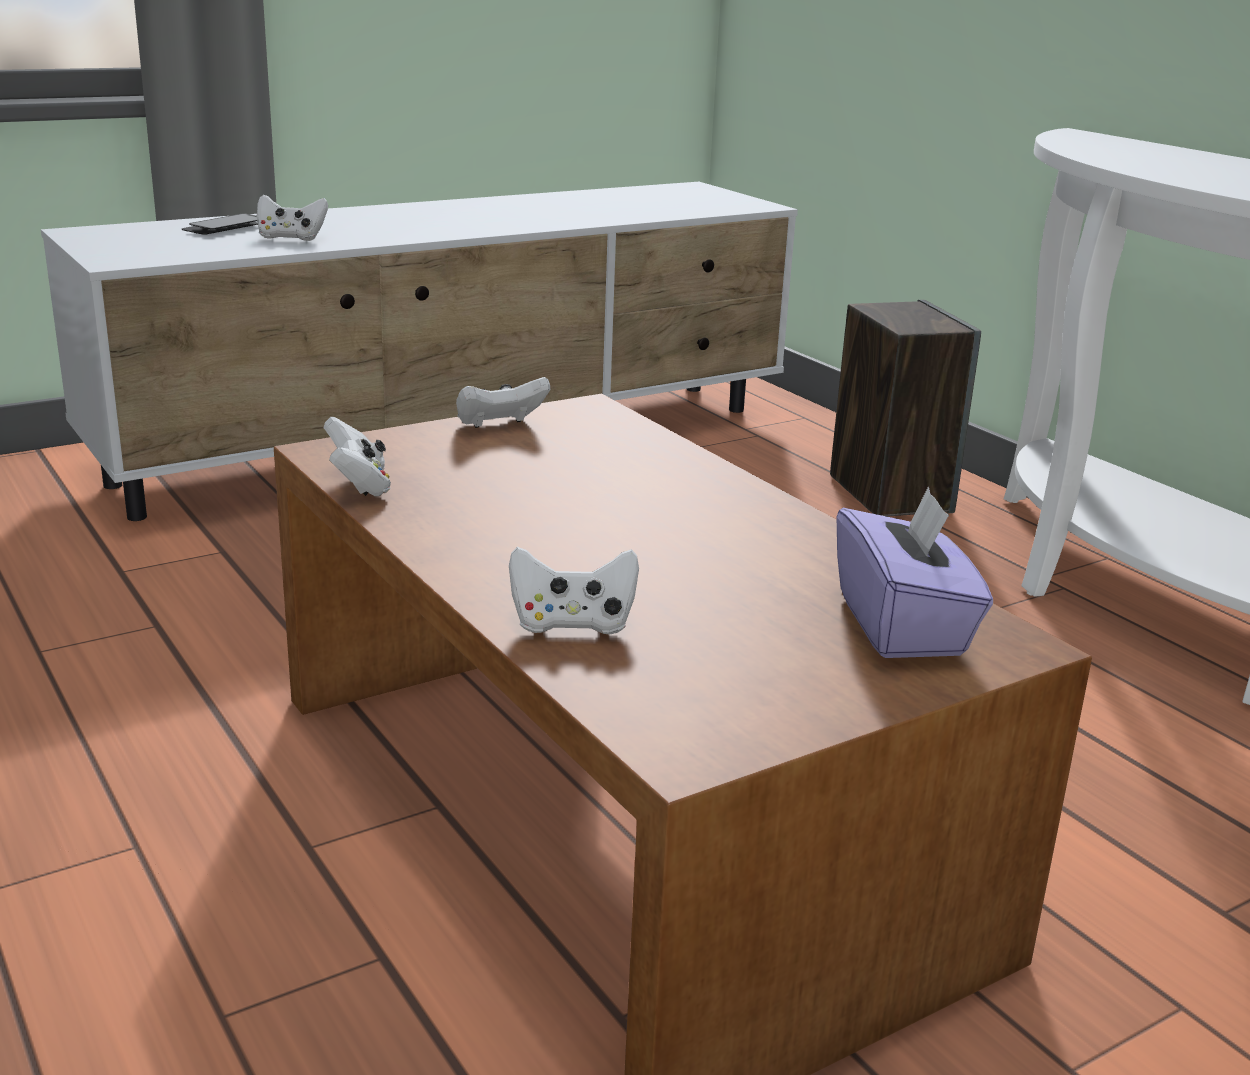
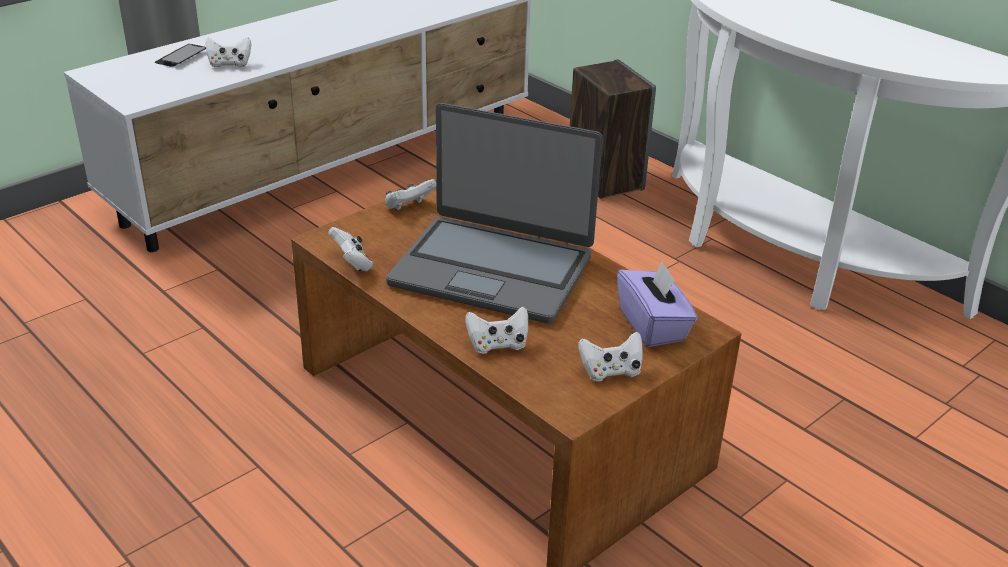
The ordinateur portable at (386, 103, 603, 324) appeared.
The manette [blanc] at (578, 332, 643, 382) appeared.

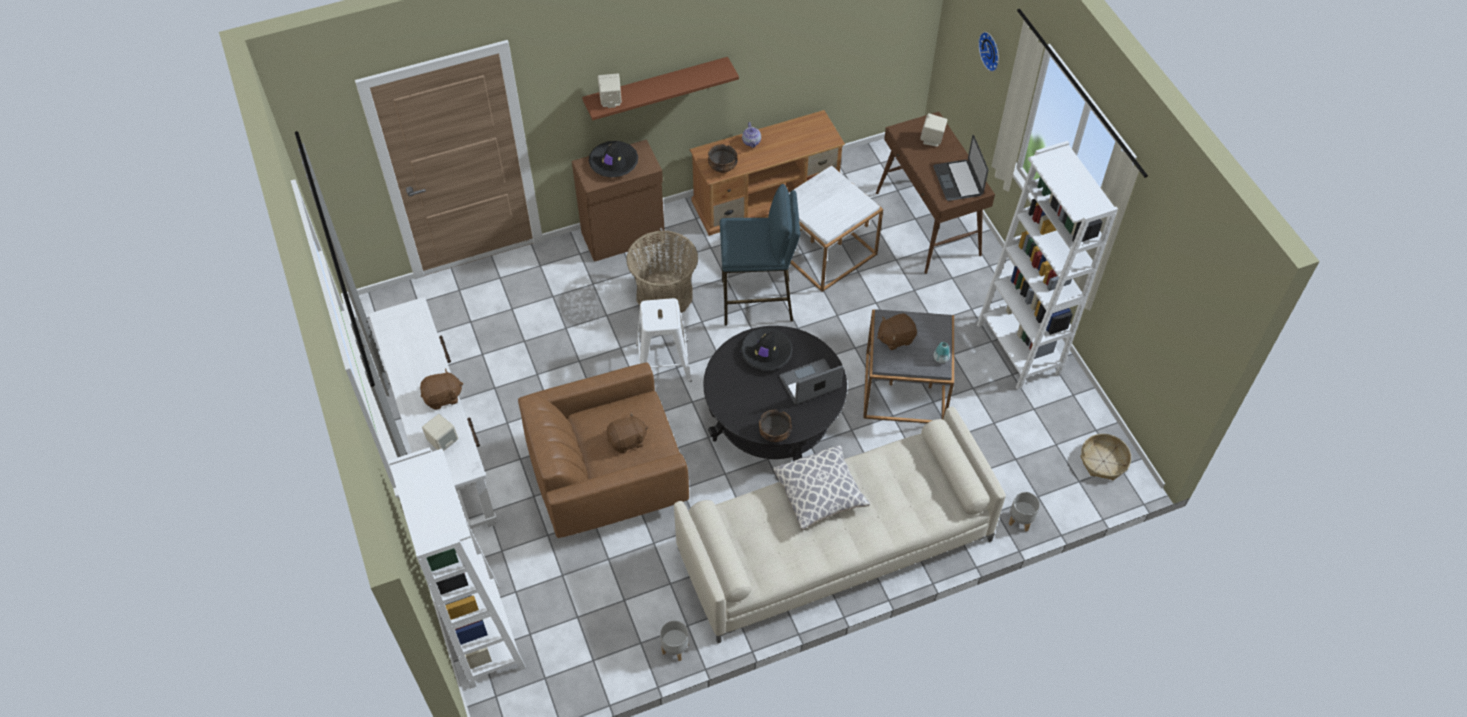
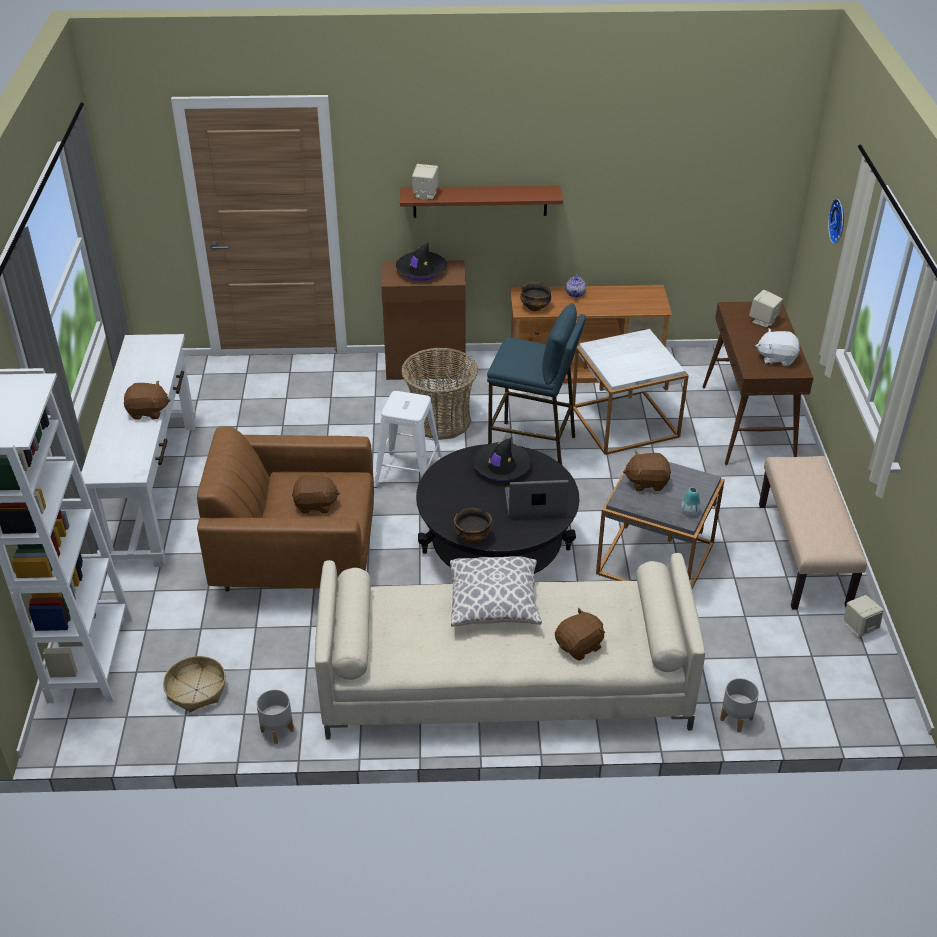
The panier moved from (1081, 434, 1131, 480) to (163, 656, 226, 712).
The peluche [marron] at (555, 608, 605, 661) appeared.
The ordinateur portable at (933, 135, 988, 201) was replaced by the peluche [blanc] at (756, 329, 800, 366).
The bibliothèque [blanc] at (977, 141, 1118, 389) was replaced by the banc [beige] at (759, 456, 867, 610).
The enceinte [beige] moved from (422, 414, 458, 451) to (844, 595, 884, 638).

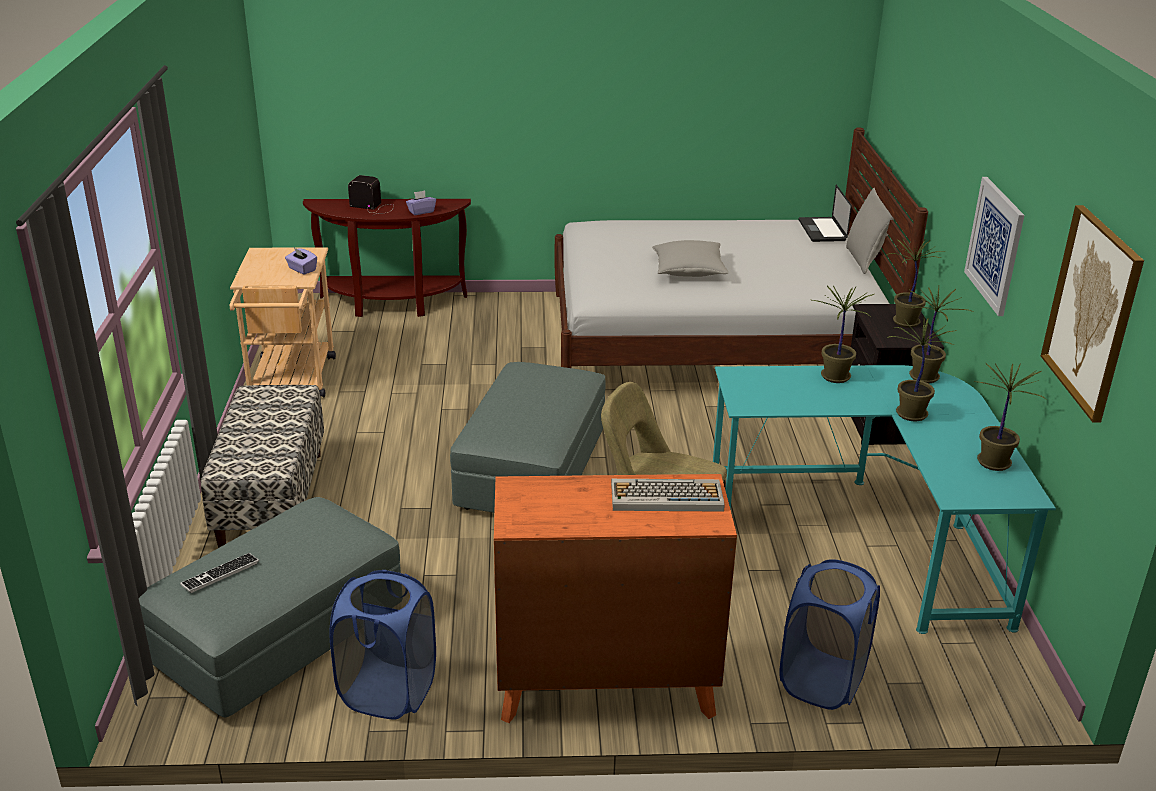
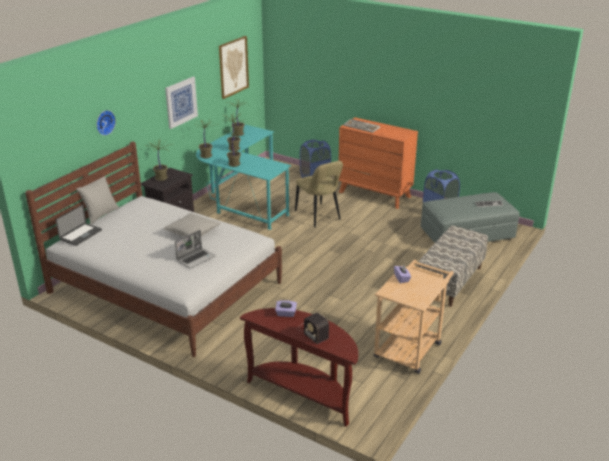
The horloge murale at (97, 110, 116, 135) appeared.
The ordinateur portable at (175, 230, 216, 268) appeared.
The pouf [gris] at (450, 362, 606, 513) disappeared.

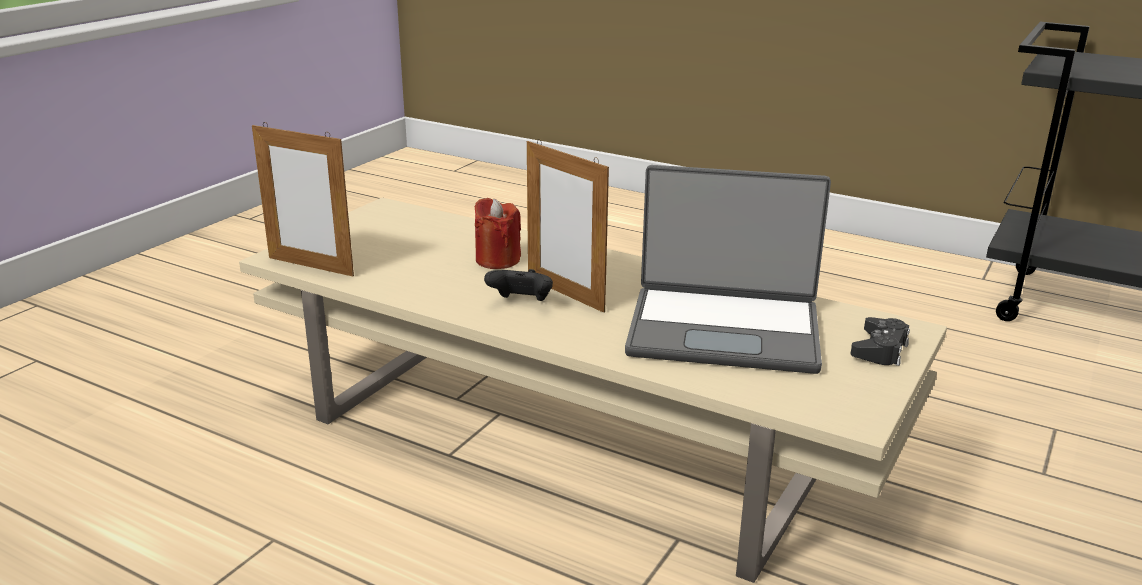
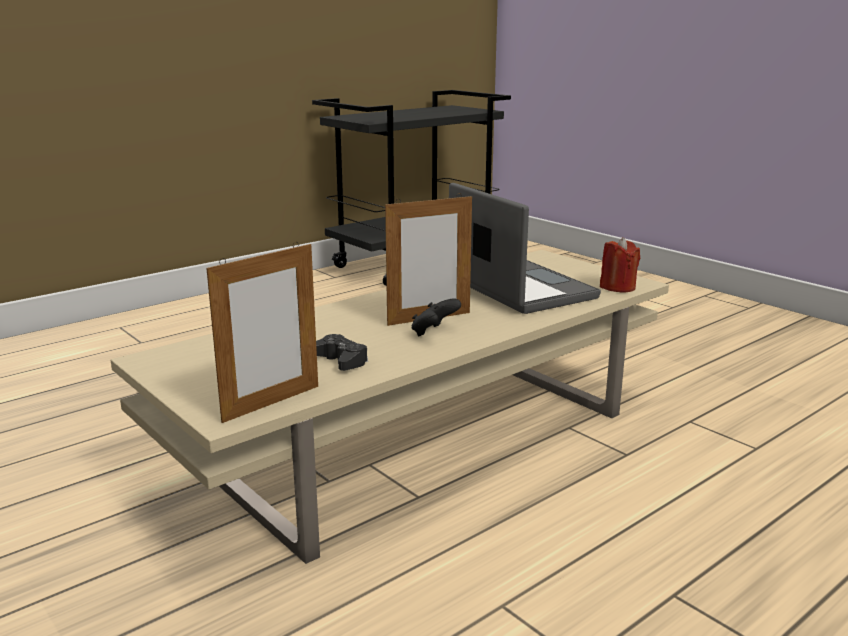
The manette [noir] moved from (850, 317, 910, 366) to (316, 334, 368, 371).
The ordinateur portable at (625, 165, 831, 374) turned 60 degrees counterclockwise.
The bougie [rouge] moved from (475, 198, 521, 269) to (600, 237, 640, 292).

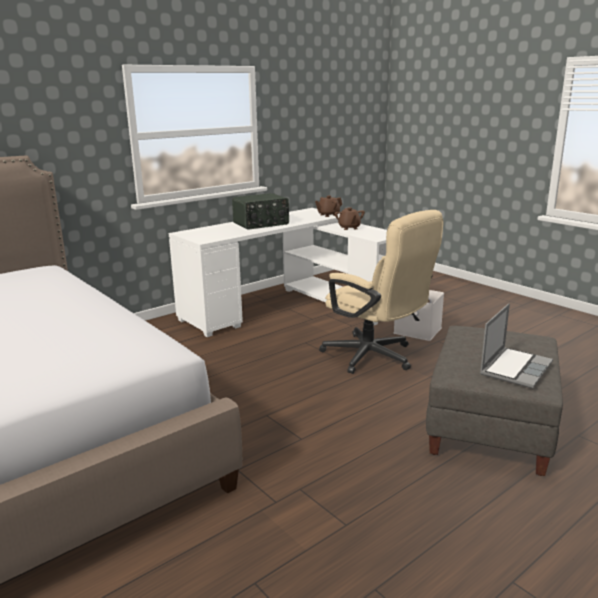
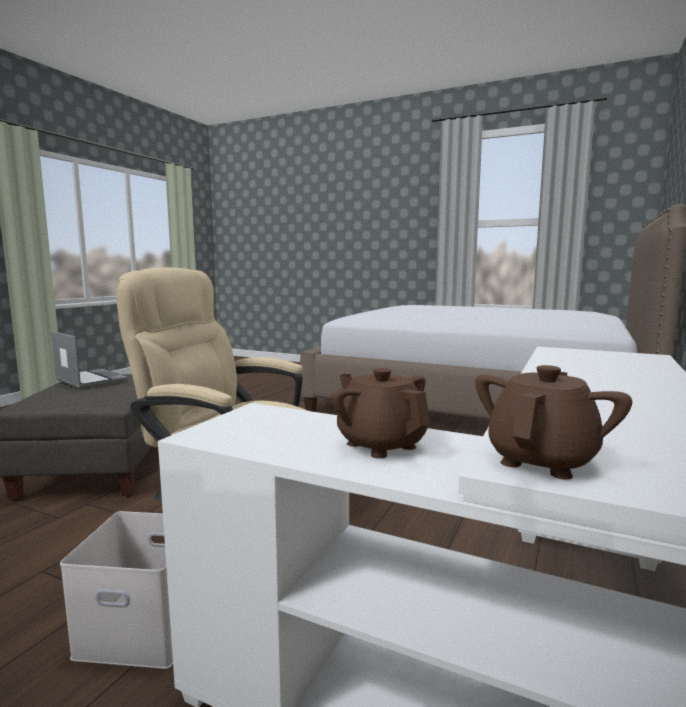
The ordinateur portable at (480, 303, 553, 388) turned 120 degrees clockwise.
The radio at (232, 193, 289, 230) disappeared.

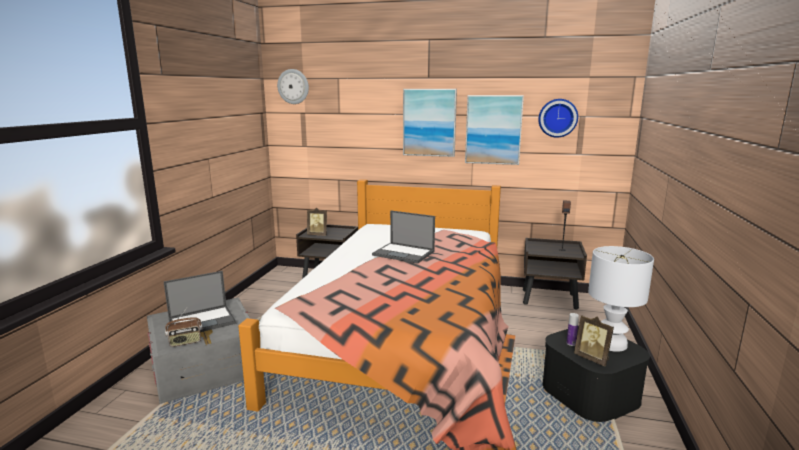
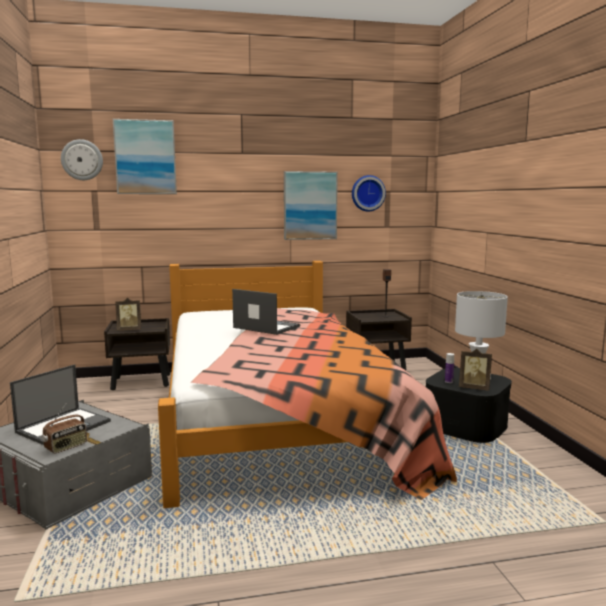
The tableau moved from (403, 89, 457, 157) to (113, 119, 177, 194).
The ordinateur portable at (372, 210, 435, 264) turned 150 degrees counterclockwise.

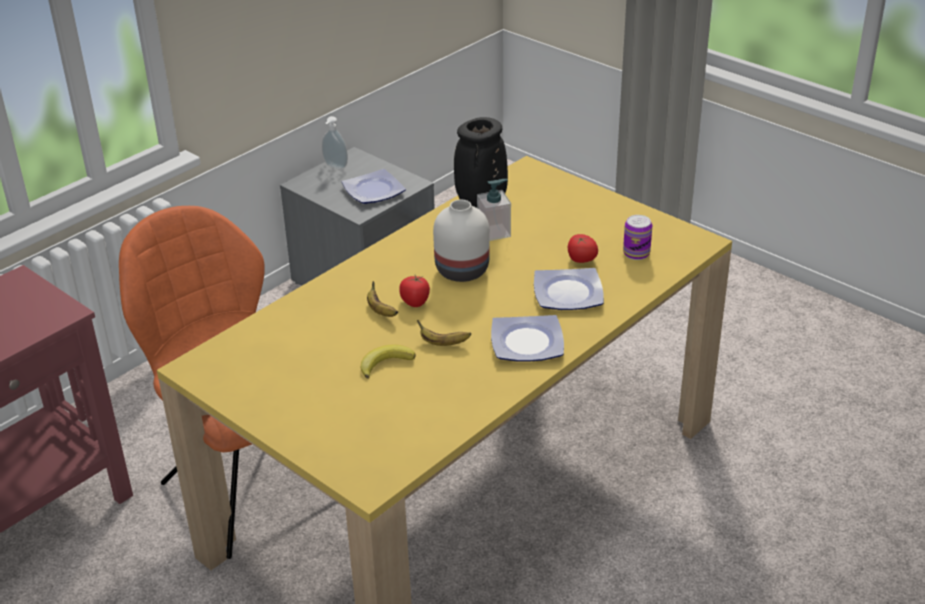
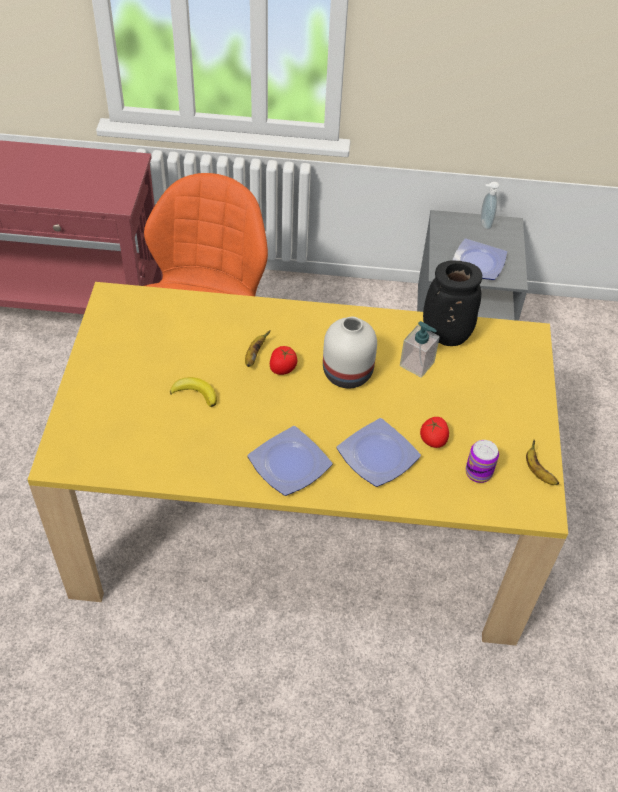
The banane moved from (417, 320, 471, 346) to (526, 439, 559, 485).

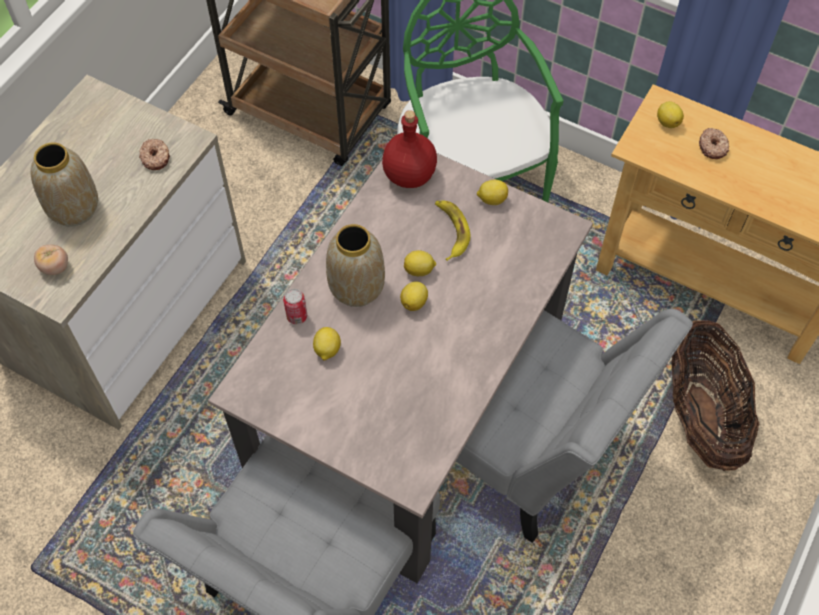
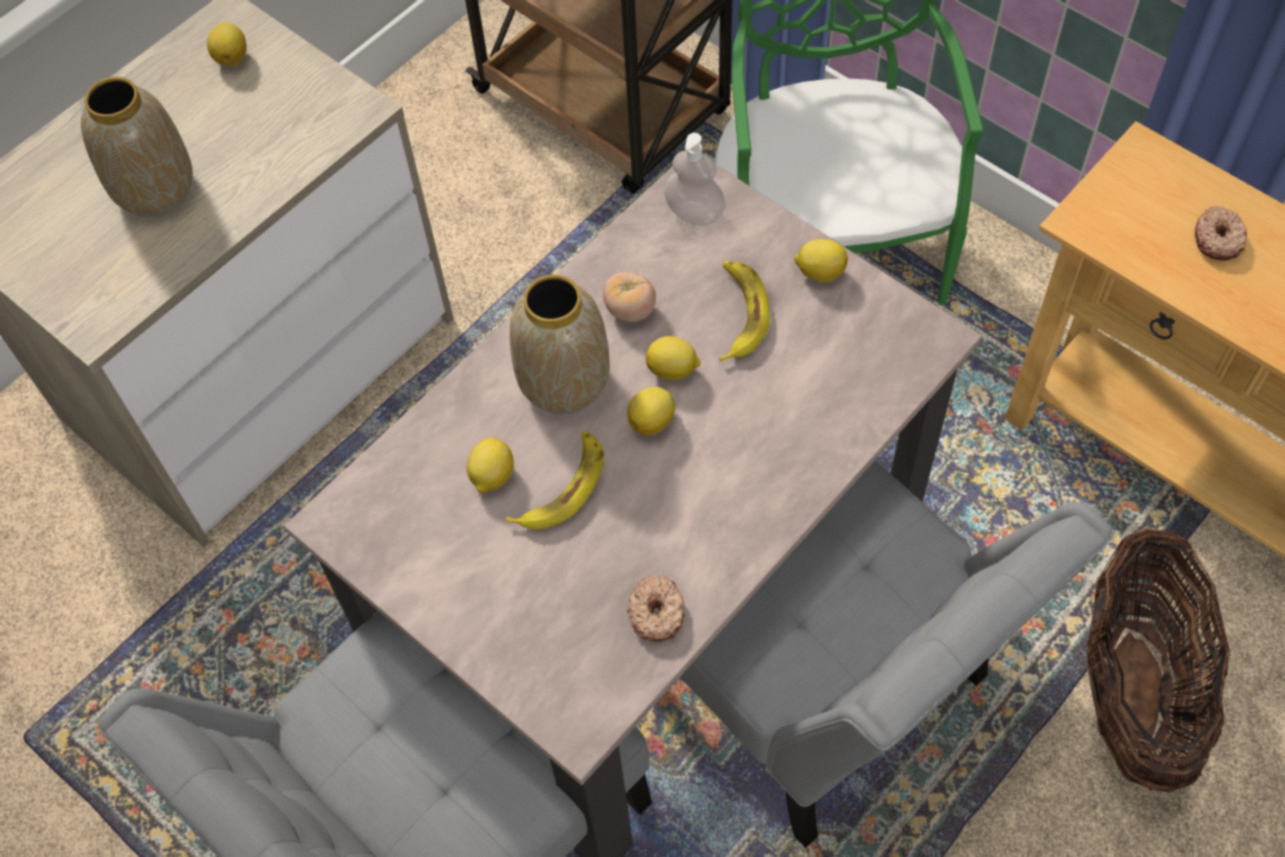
The citron moved from (657, 101, 684, 128) to (207, 23, 247, 66).
The banane at (506, 431, 604, 530) appeared.
The tomate moved from (34, 245, 68, 275) to (603, 272, 656, 322).
The beignet moved from (139, 139, 170, 170) to (627, 575, 684, 641).
The bouteille [rouge] at (382, 110, 437, 188) was replaced by the distributeur de savon at (664, 133, 726, 226).
The boîte métallique at (283, 289, 307, 324) disappeared.

